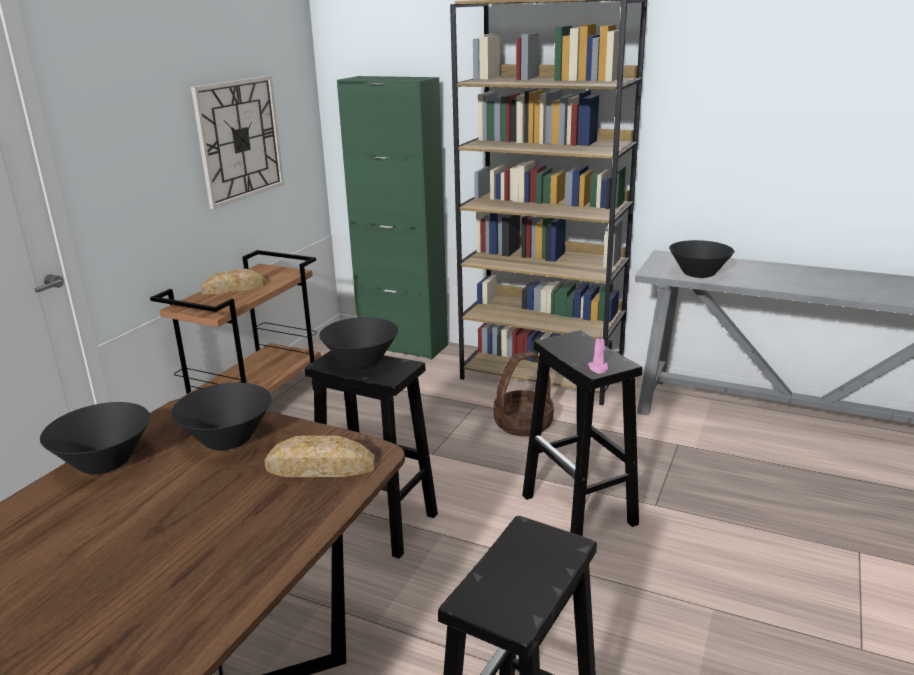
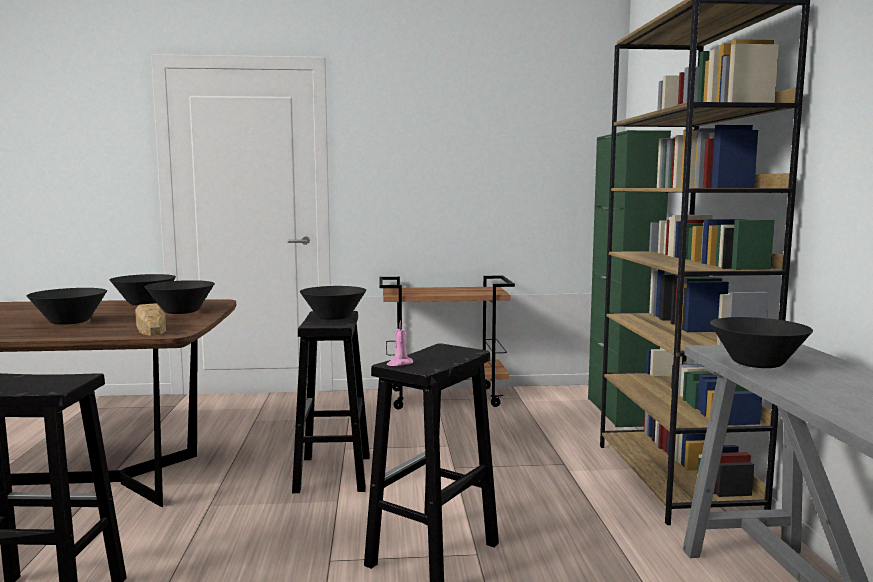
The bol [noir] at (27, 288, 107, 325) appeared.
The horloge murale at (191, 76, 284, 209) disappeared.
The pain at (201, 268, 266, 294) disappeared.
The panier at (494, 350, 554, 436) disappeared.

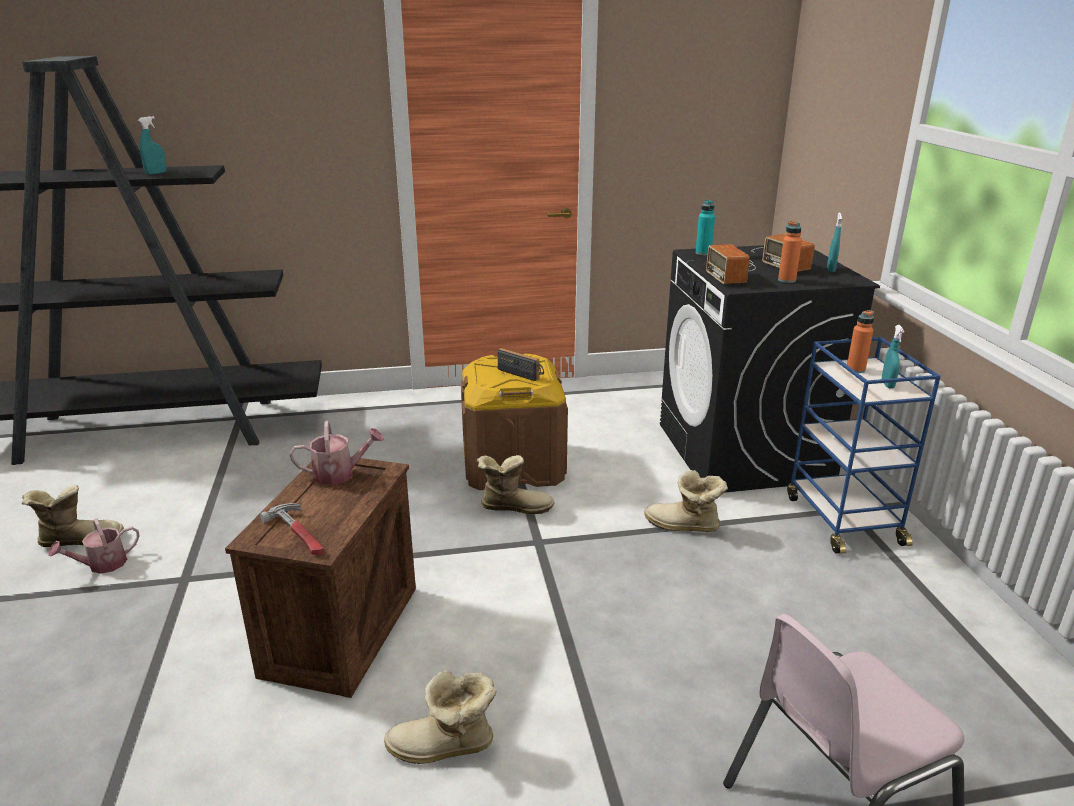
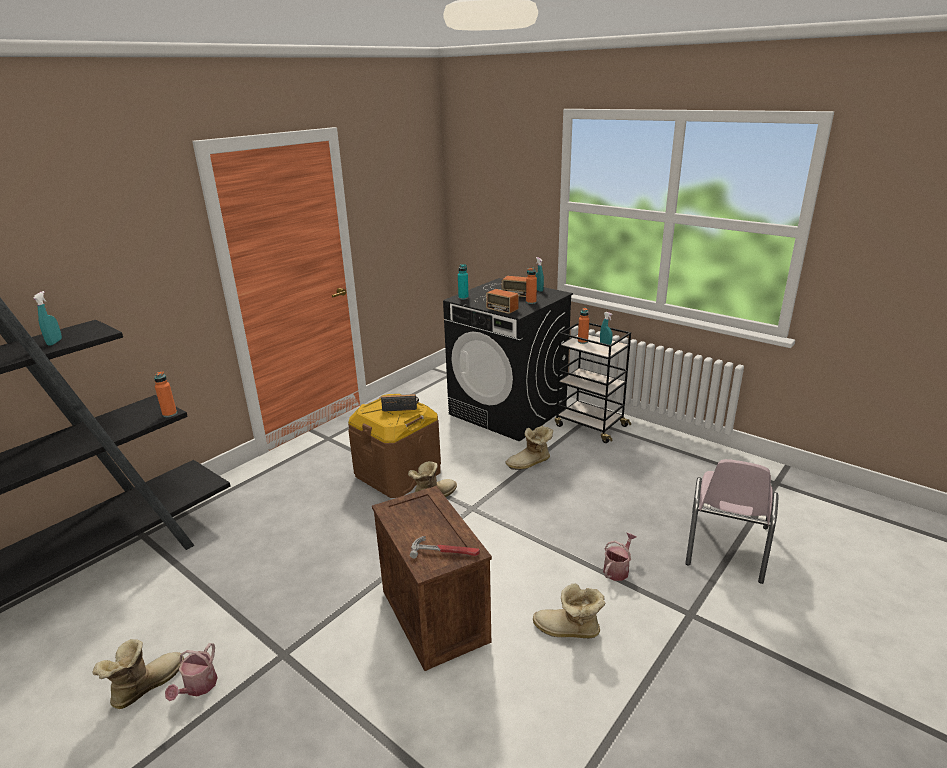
The bouteille [orange] at (154, 371, 177, 417) appeared.
The botte at (384, 670, 497, 764) turned 60 degrees clockwise.
The chariot [bleu] at (787, 337, 941, 554) became the chariot [noir] at (555, 322, 631, 443).
The arrosoir moved from (290, 421, 385, 485) to (603, 533, 637, 581).

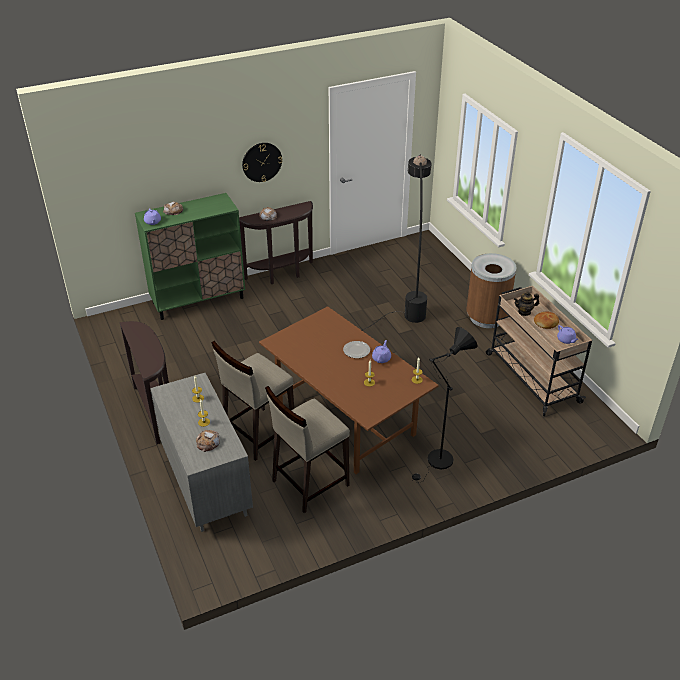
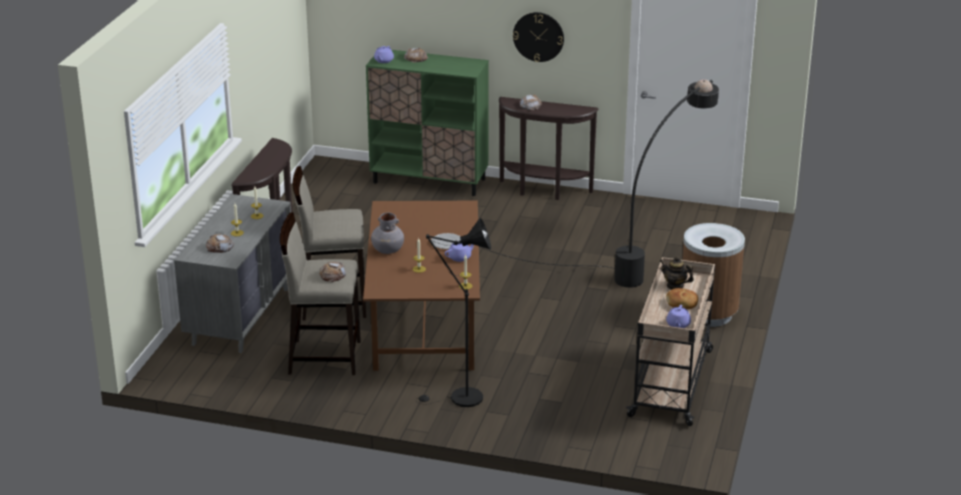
The pain at (319, 262, 346, 282) appeared.
The vase [gris] at (371, 213, 404, 254) appeared.

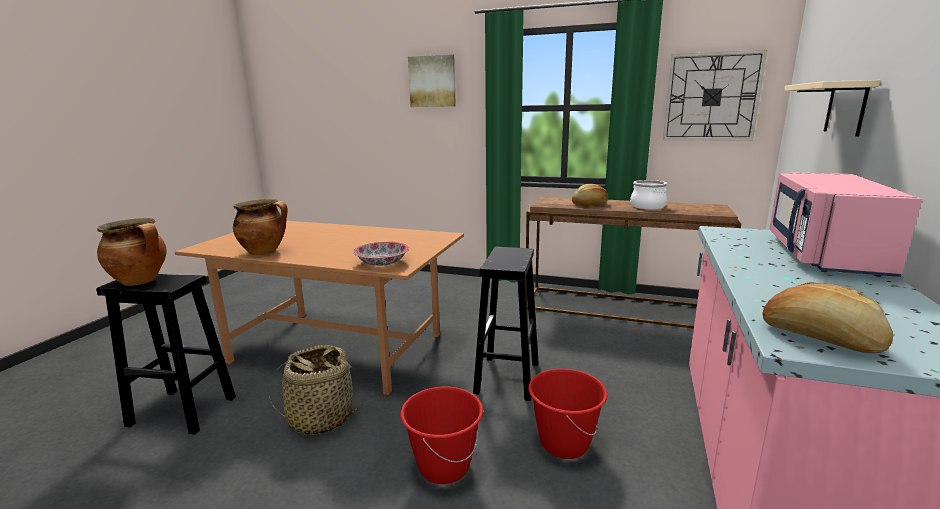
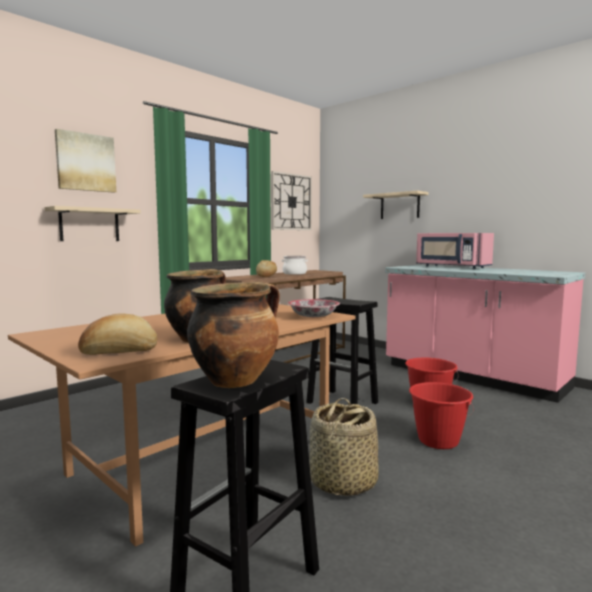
The étagère [beige] at (44, 206, 141, 241) appeared.
The pain moved from (762, 282, 893, 353) to (78, 314, 157, 355).

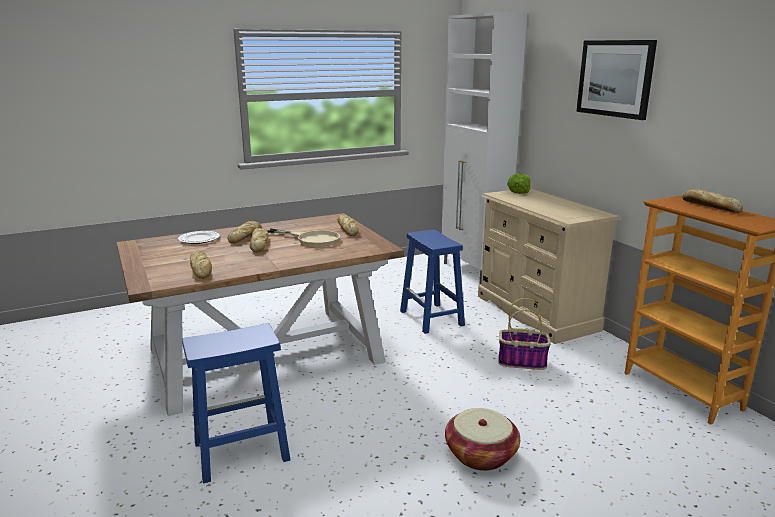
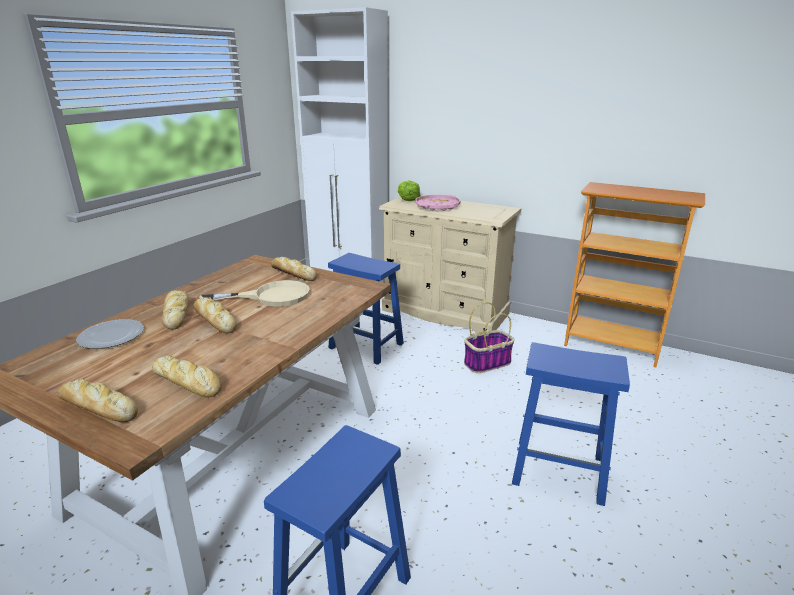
The pain moved from (682, 189, 743, 213) to (58, 379, 138, 422).
The plateau [rose] at (415, 195, 460, 211) appeared.
The panier at (445, 408, 520, 471) was replaced by the tabouret [bleu] at (512, 342, 630, 506).
The tableau at (576, 40, 657, 120) disappeared.

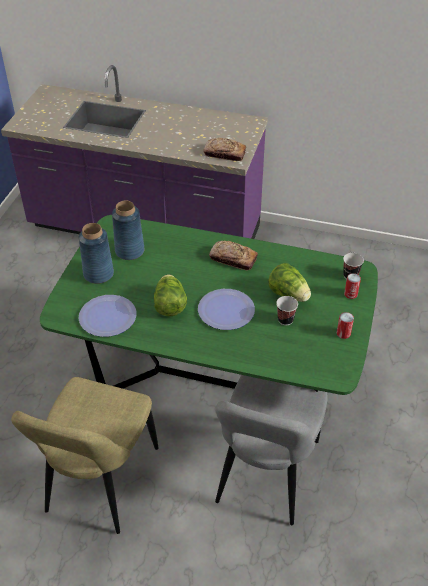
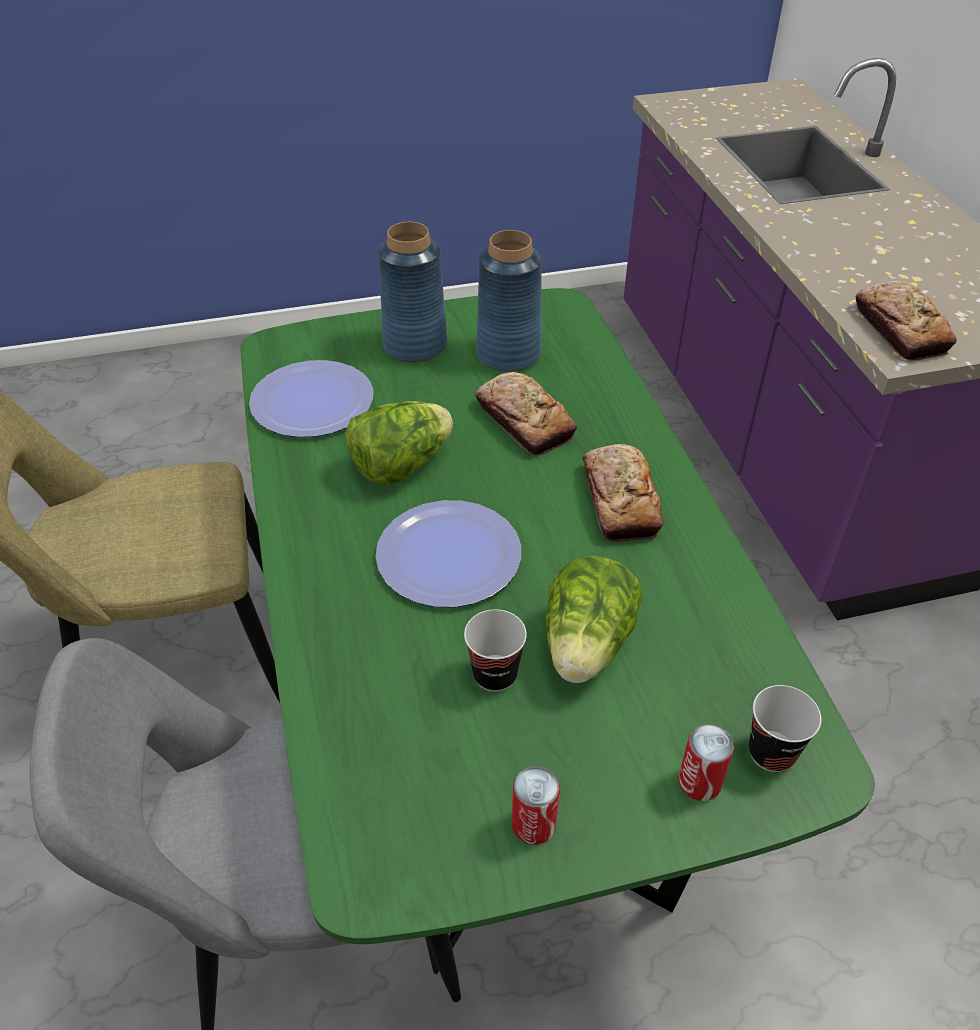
The pain at (475, 372, 577, 455) appeared.

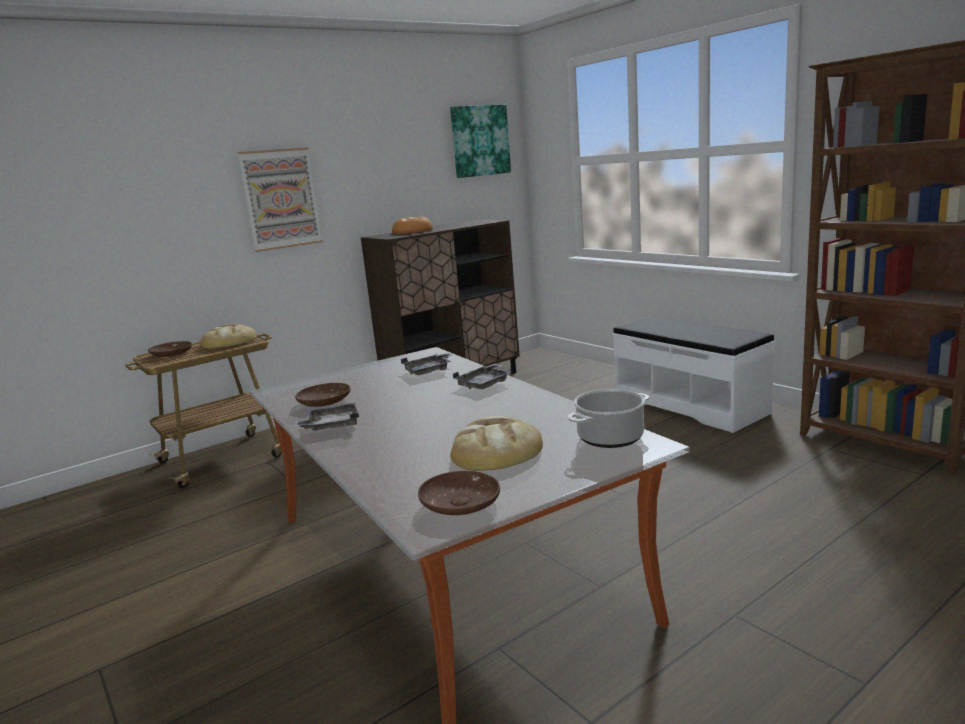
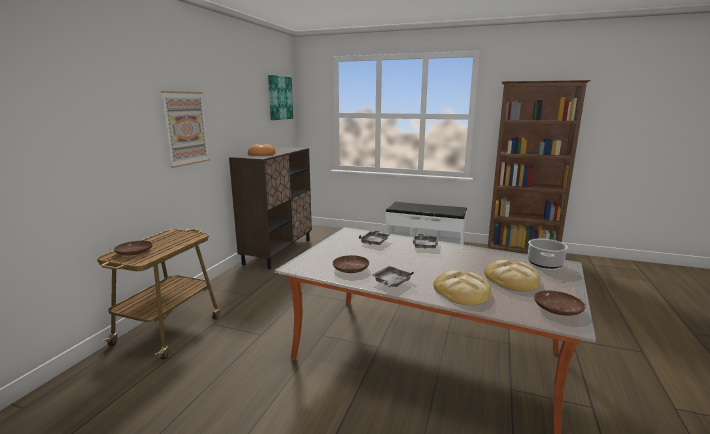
The pain moved from (200, 324, 256, 349) to (433, 270, 491, 306).

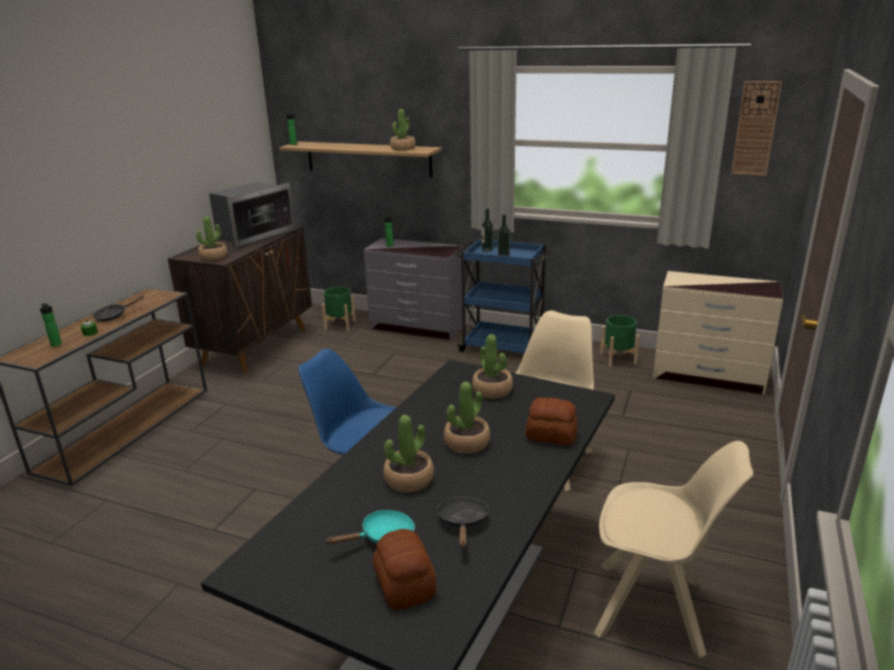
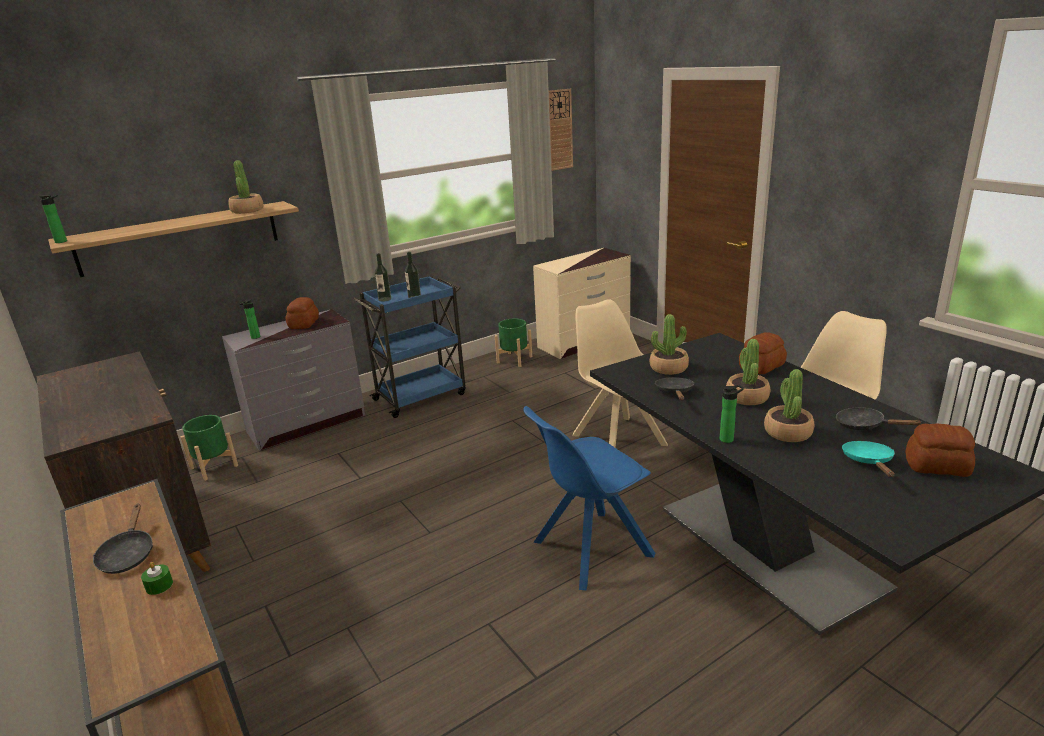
The pain at (285, 297, 319, 329) appeared.
The poêle [noir] at (654, 377, 695, 400) appeared.
The bouteille moved from (40, 303, 62, 347) to (720, 385, 744, 443).
The plante en pot at (196, 217, 228, 261) disappeared.
The micro-ondes at (209, 182, 295, 248) disappeared.

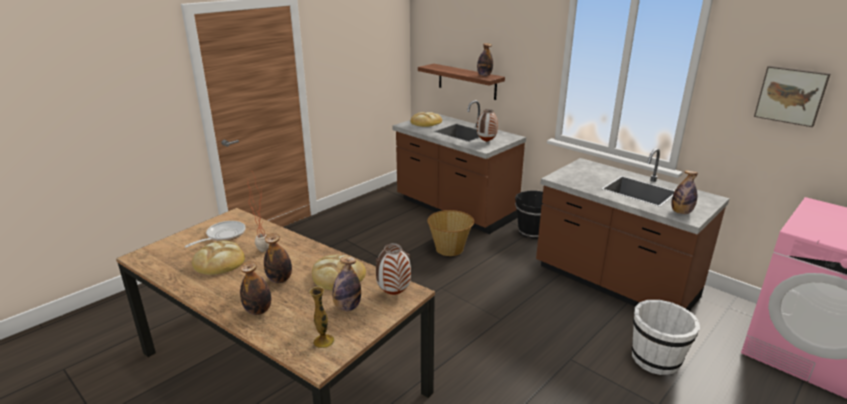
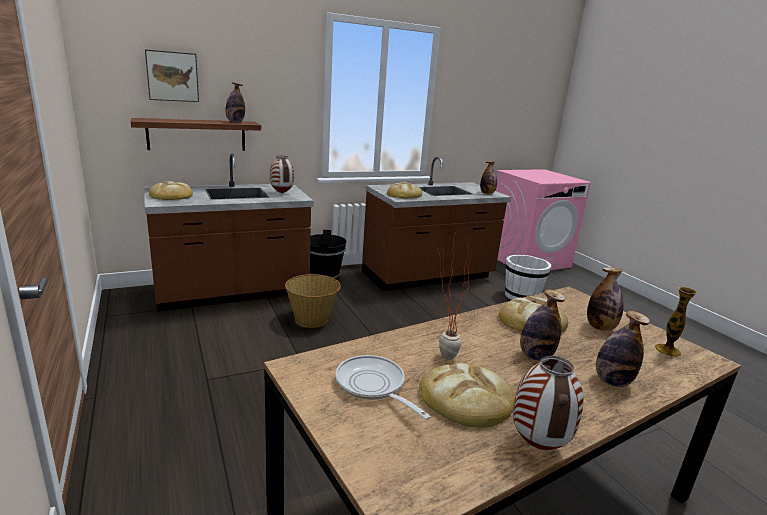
The tableau moved from (754, 66, 831, 127) to (145, 49, 199, 102).
The pain at (387, 182, 422, 198) appeared.
The vase moved from (376, 243, 411, 295) to (513, 356, 583, 450).

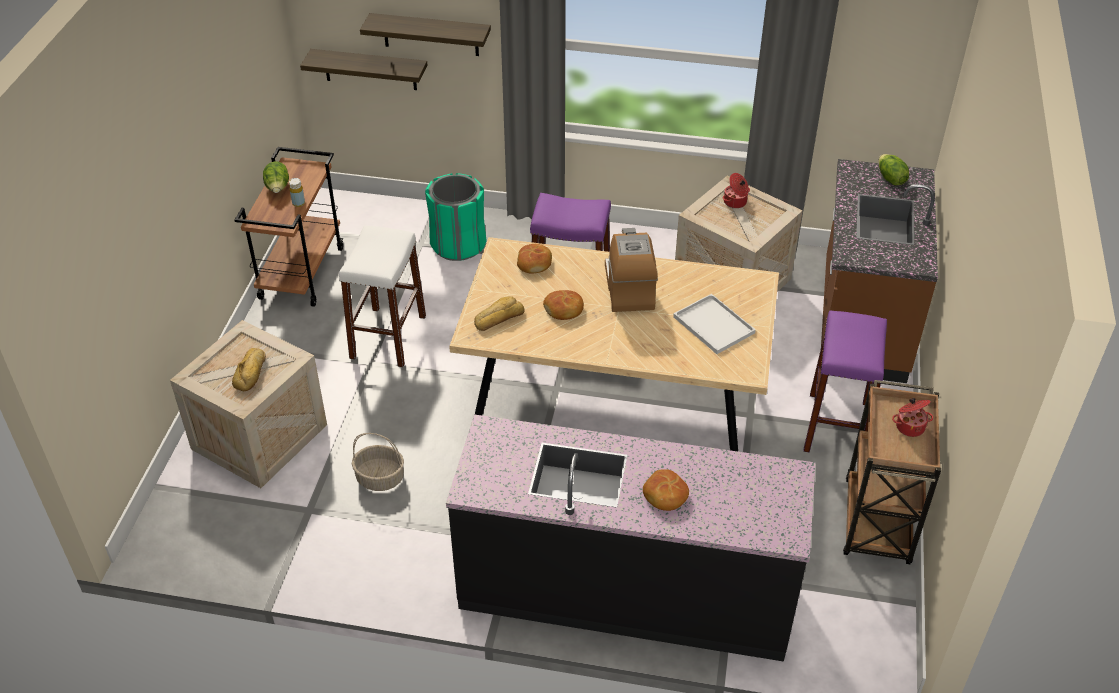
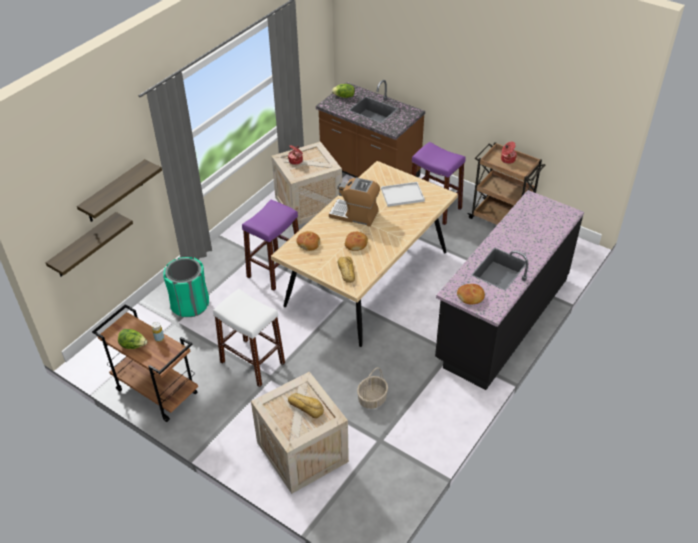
The pain moved from (643, 469, 689, 511) to (457, 284, 485, 305).

